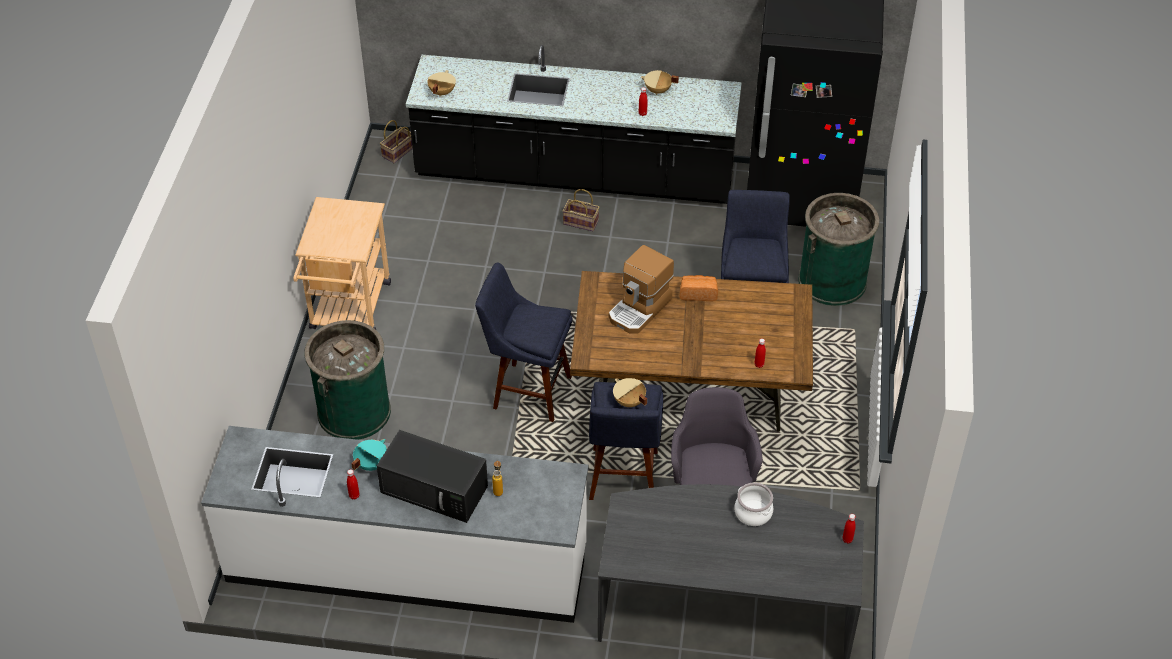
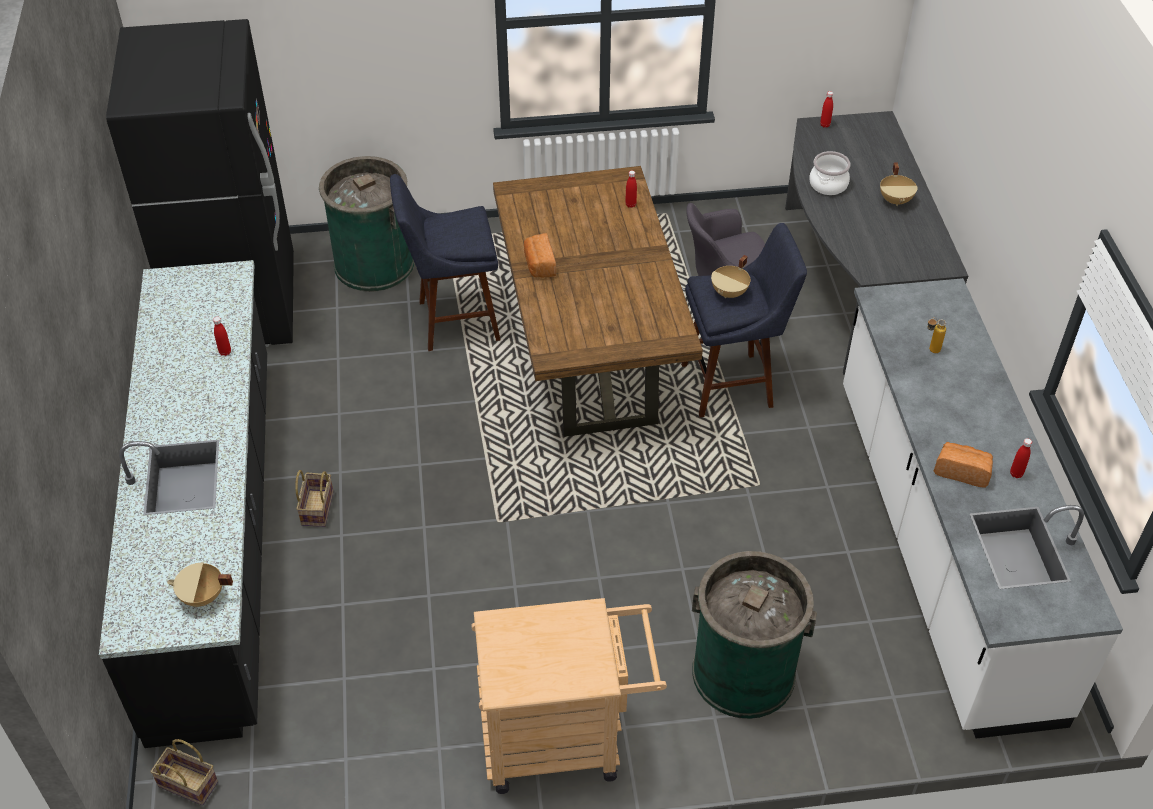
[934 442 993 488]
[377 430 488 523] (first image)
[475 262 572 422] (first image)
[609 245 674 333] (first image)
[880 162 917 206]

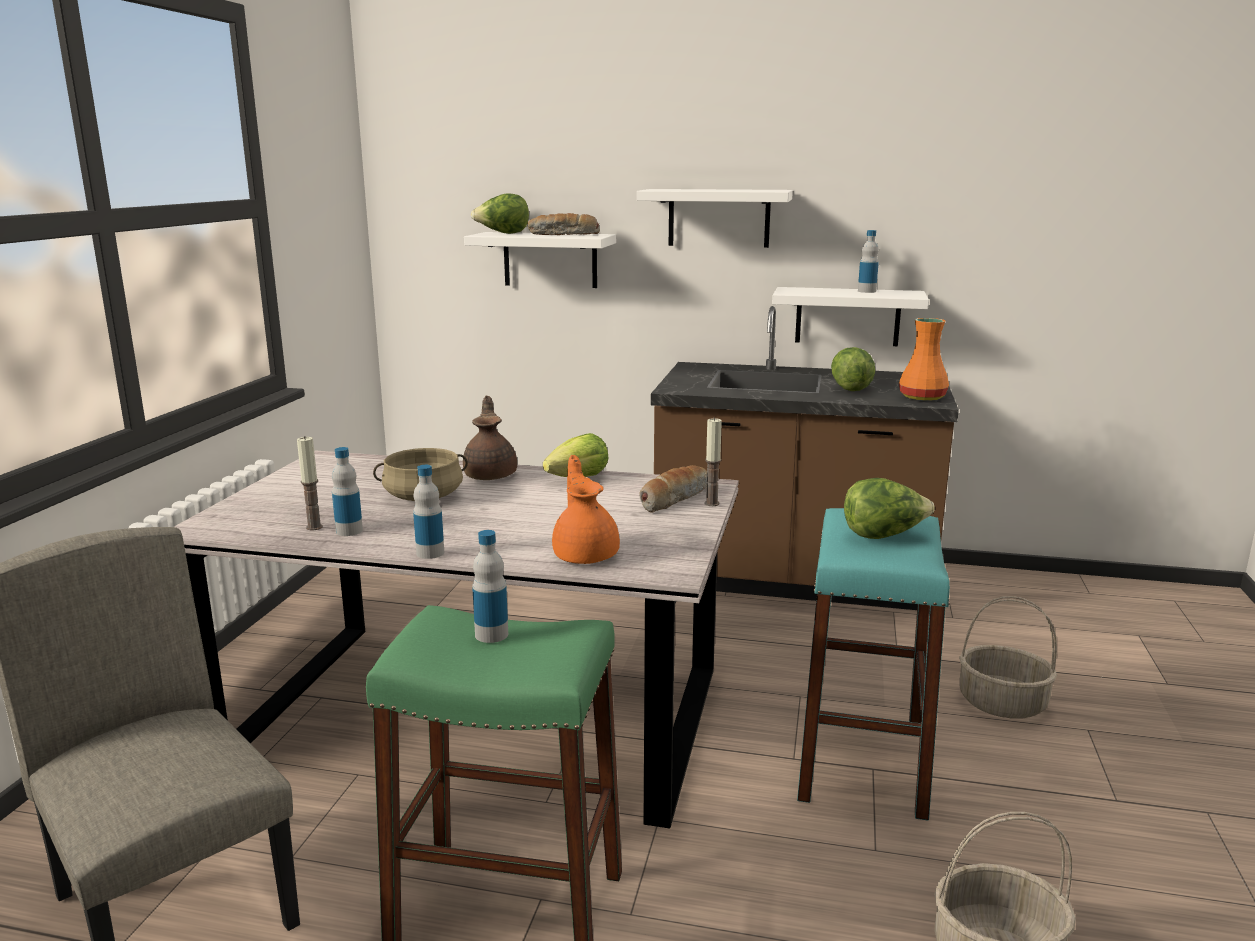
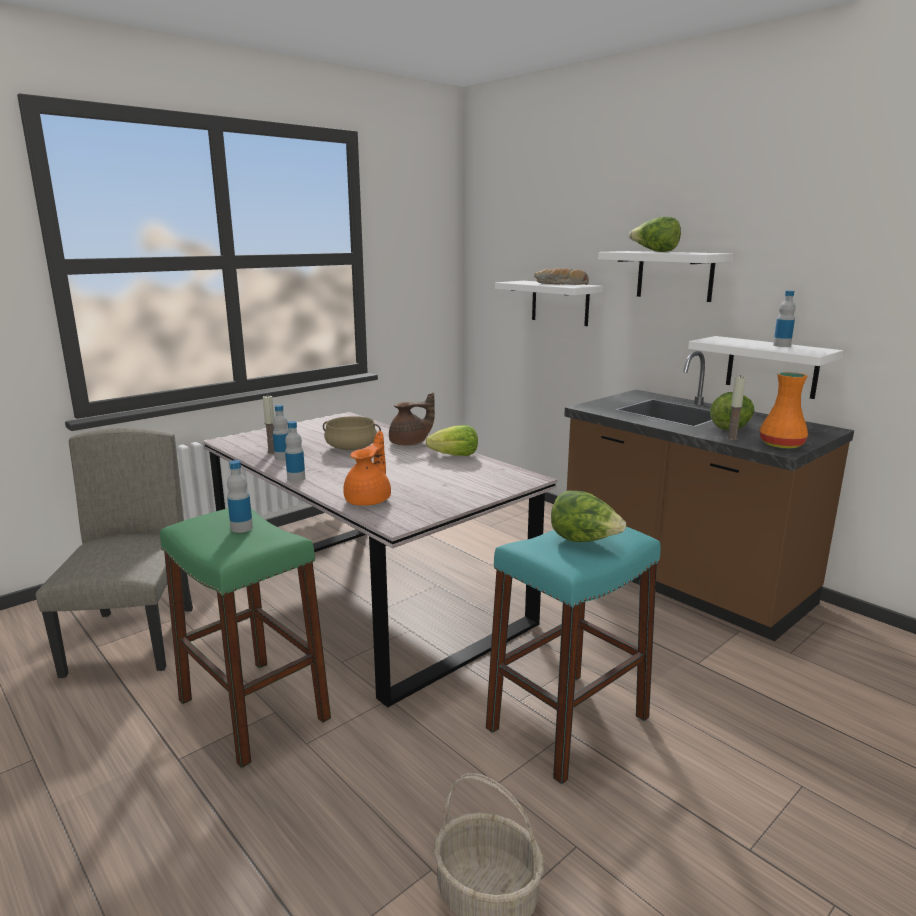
[389 393 435 446]
[629 216 681 252]
[639 465 707 513] (first image)
[727 375 746 440]
[959 596 1057 719] (first image)

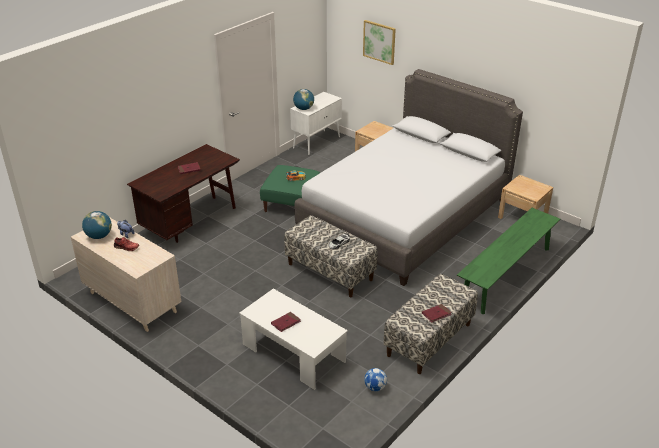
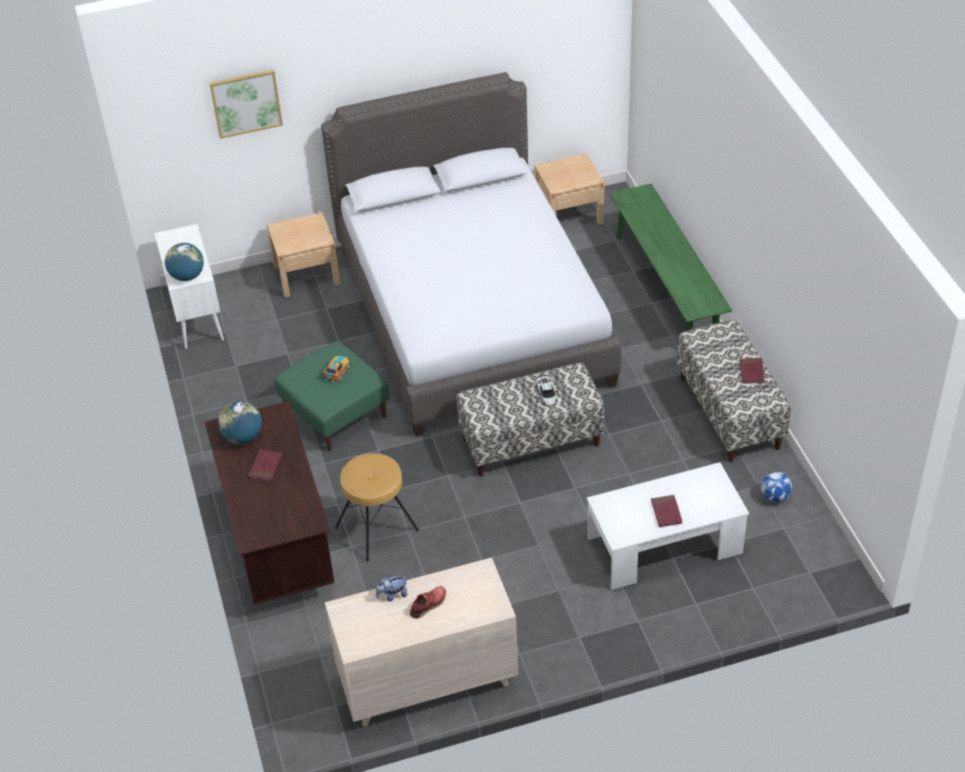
[218 401 262 444]
[335 453 419 561]

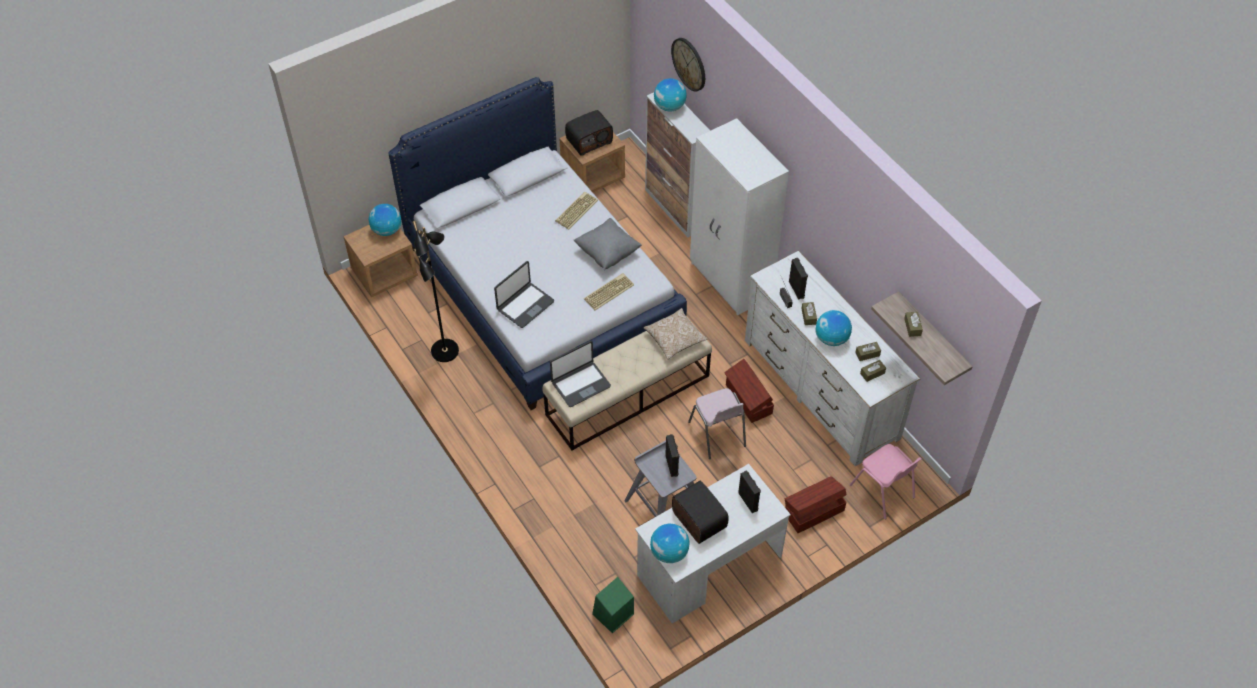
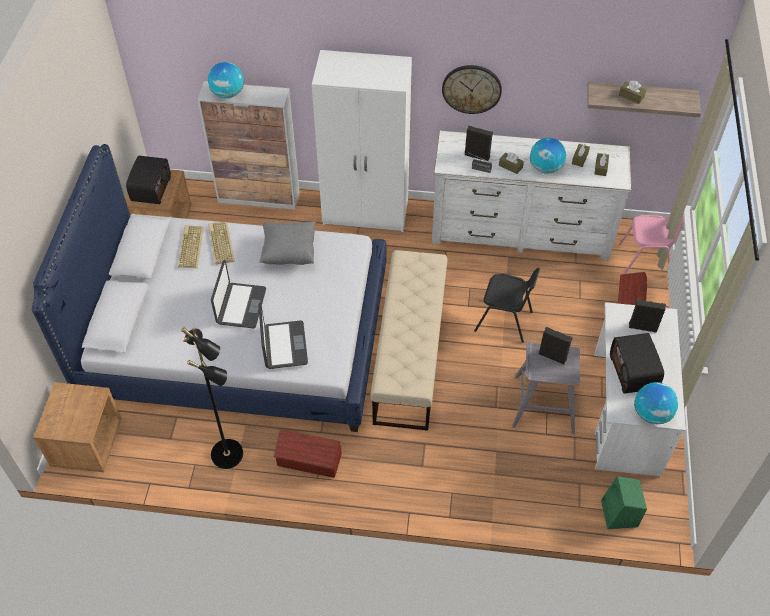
[368 204 402 236] (first image)
[211 260 266 328]
[178 225 204 268]
[644 308 708 359] (first image)
[442 65 502 114]
[610 333 664 394]
[474 268 540 343]
[274 429 342 478]

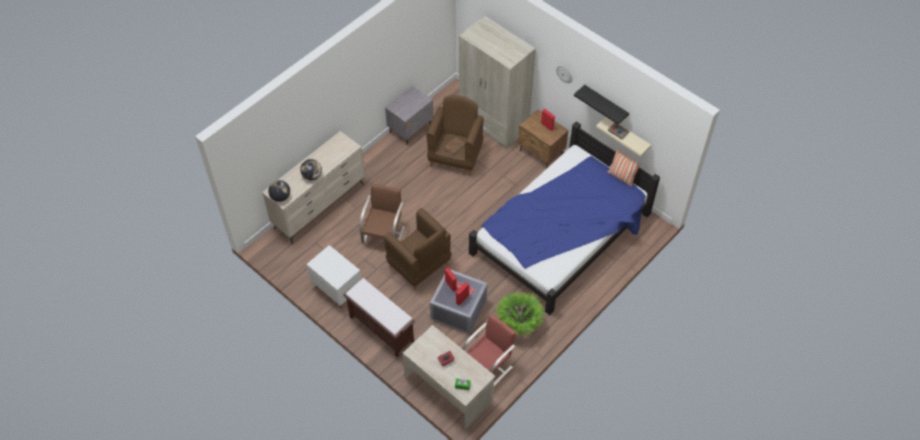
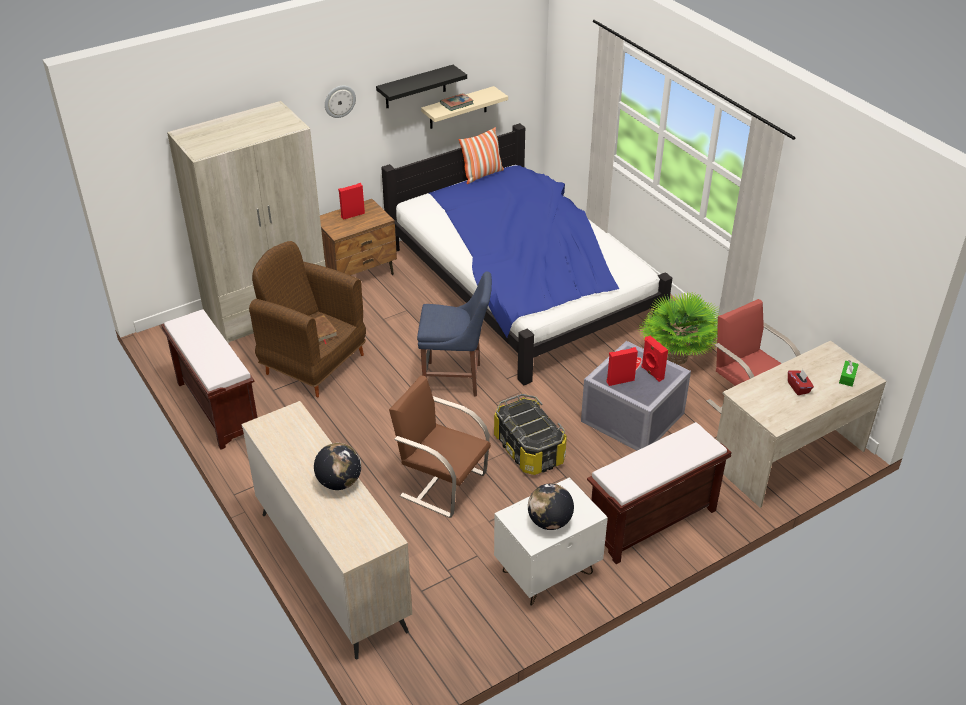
[528 484 574 530]
[494 394 567 475]
[161 309 258 450]
[417 272 492 396]

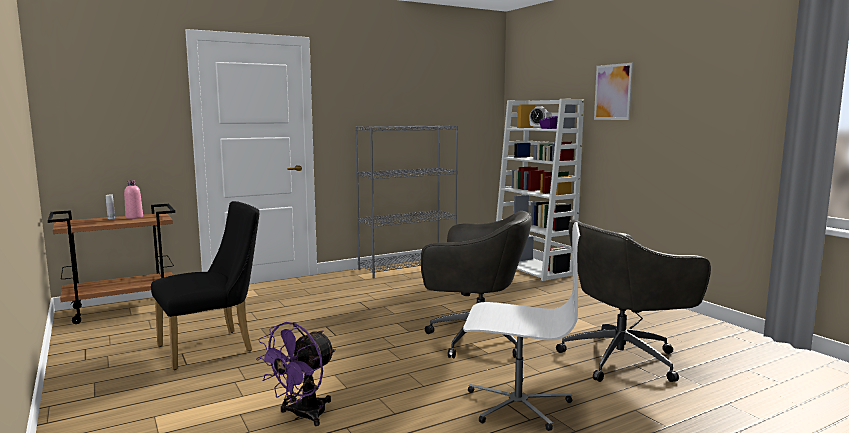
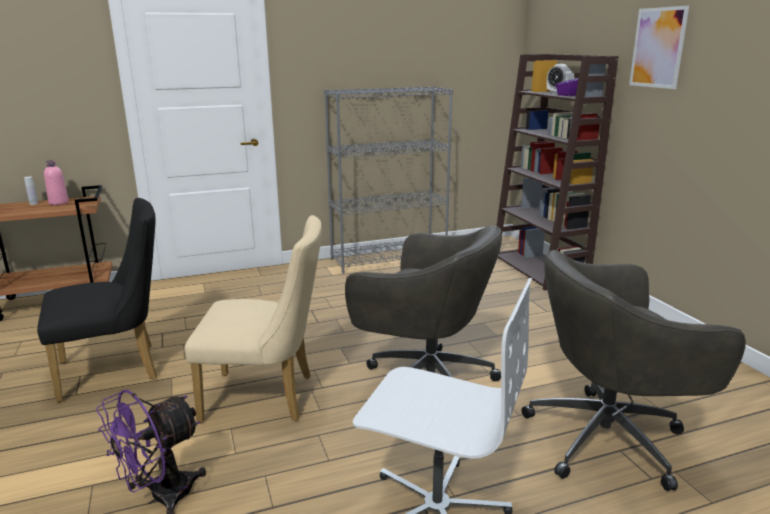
[496 54 618 291]
[185 215 322 423]

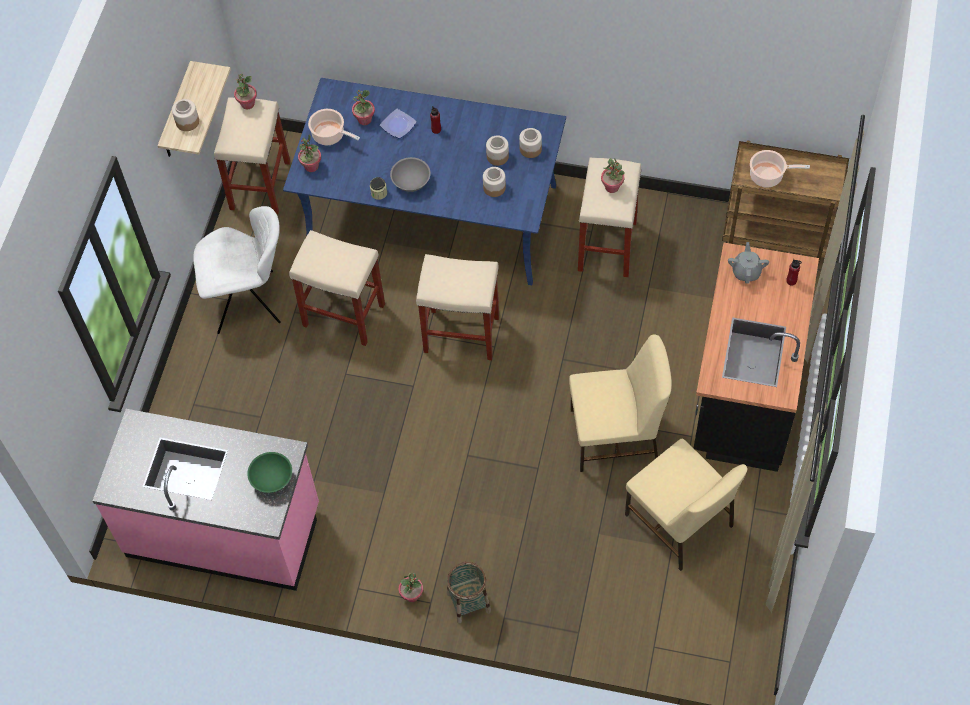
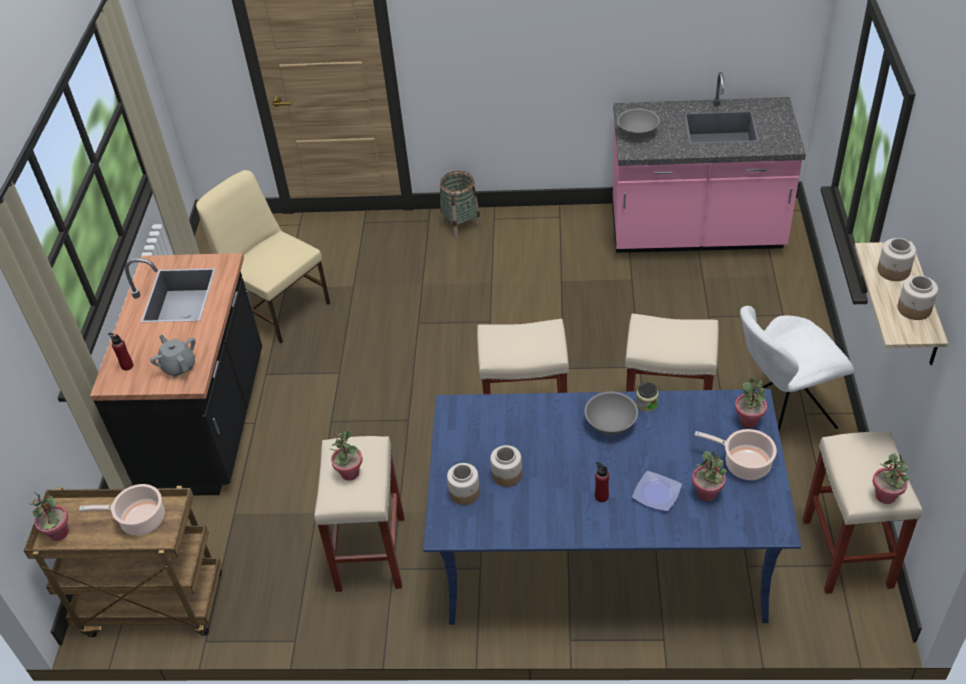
[617 108 660 139]
[28 491 69 541]
[898 275 938 320]
[569 334 672 472] (first image)
[150 335 196 378]

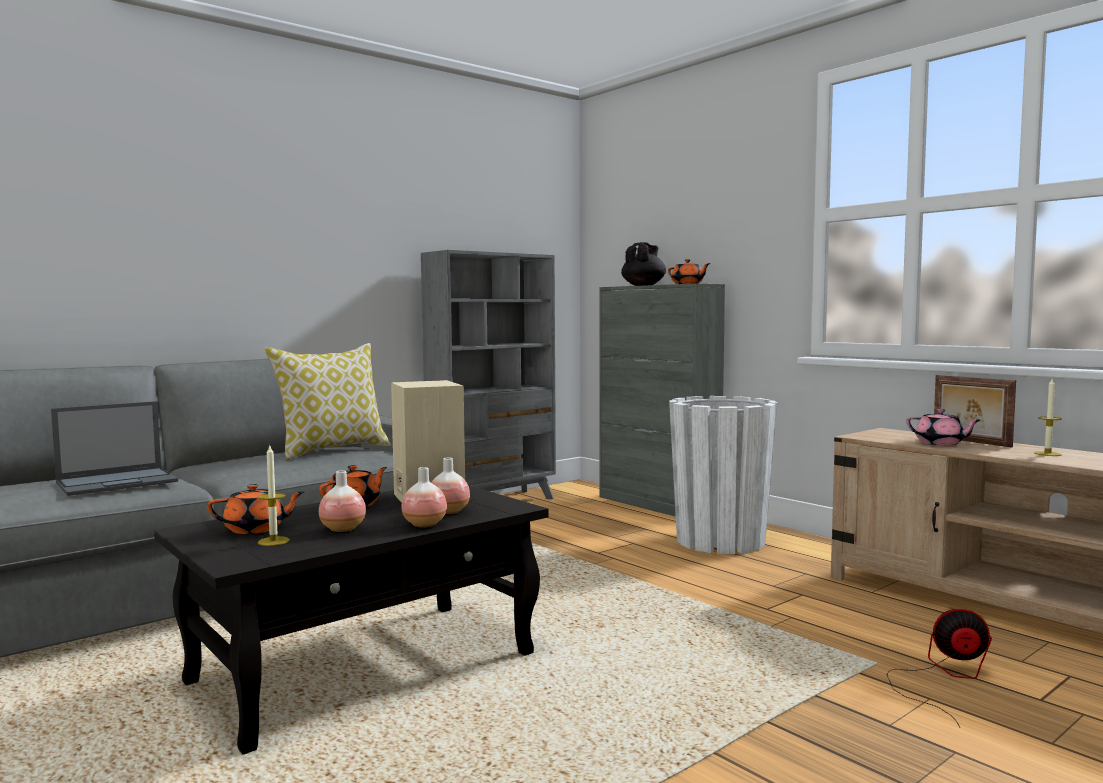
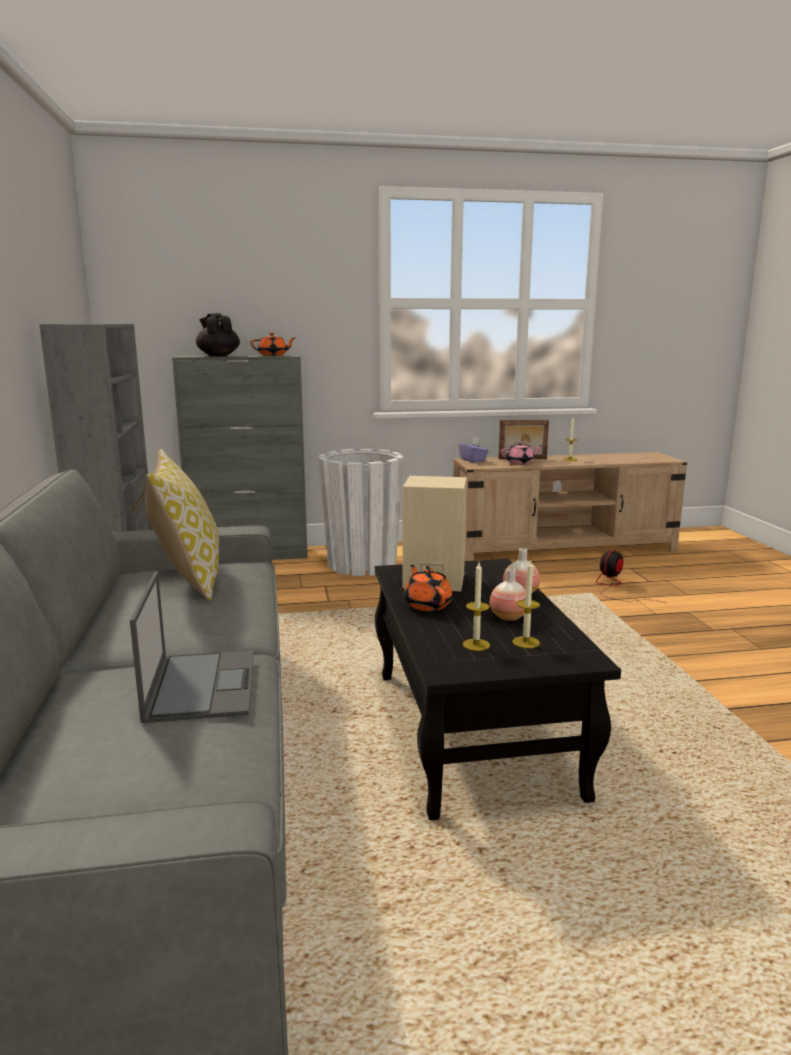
[463 562 490 651]
[431 458 470 514] (first image)
[459 437 488 463]

